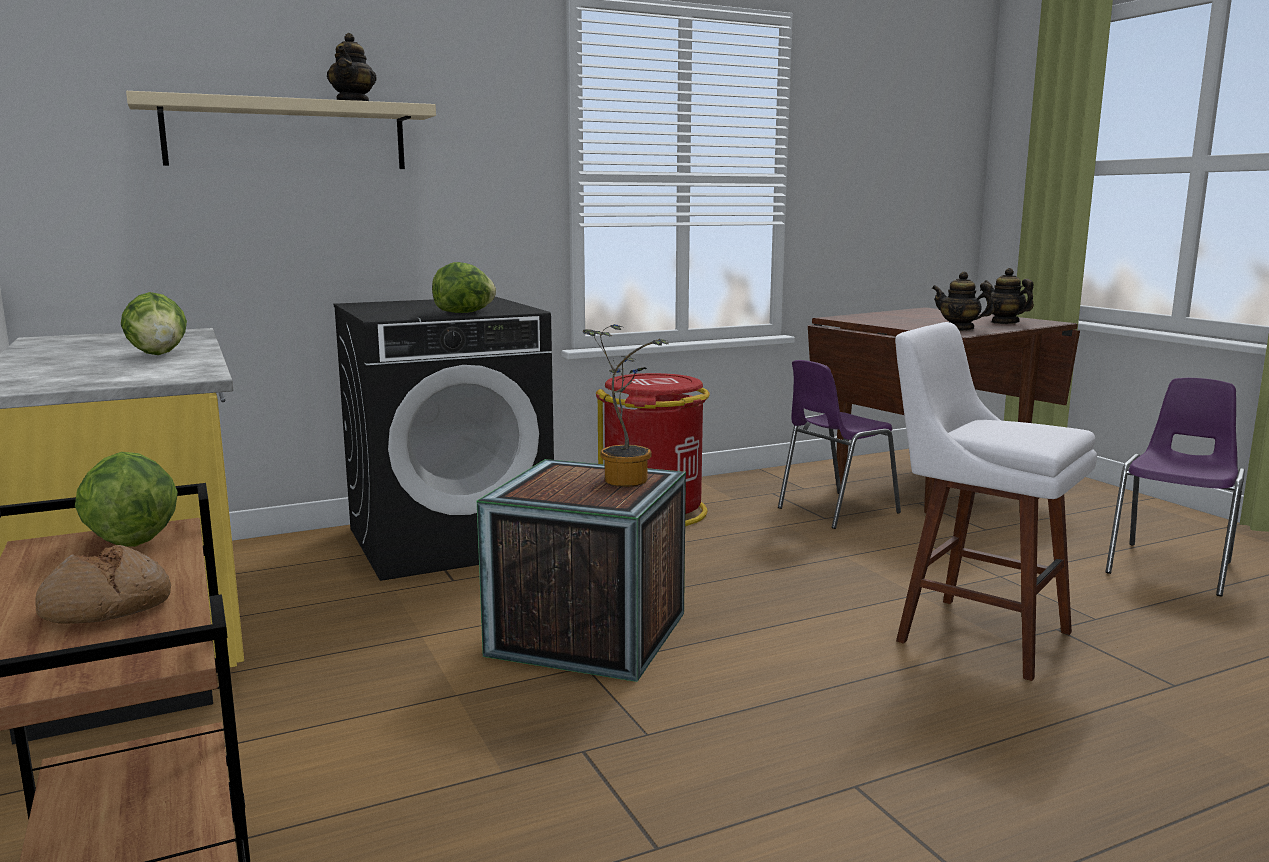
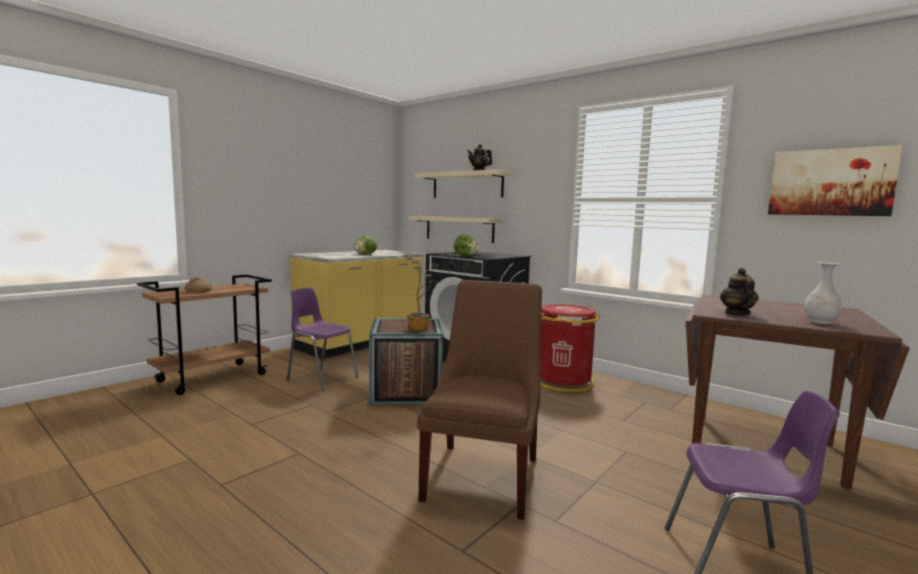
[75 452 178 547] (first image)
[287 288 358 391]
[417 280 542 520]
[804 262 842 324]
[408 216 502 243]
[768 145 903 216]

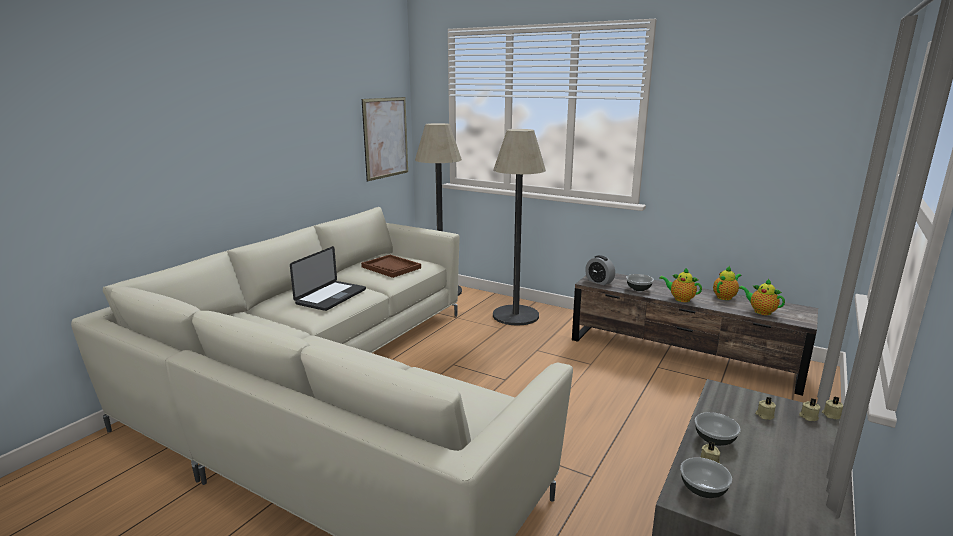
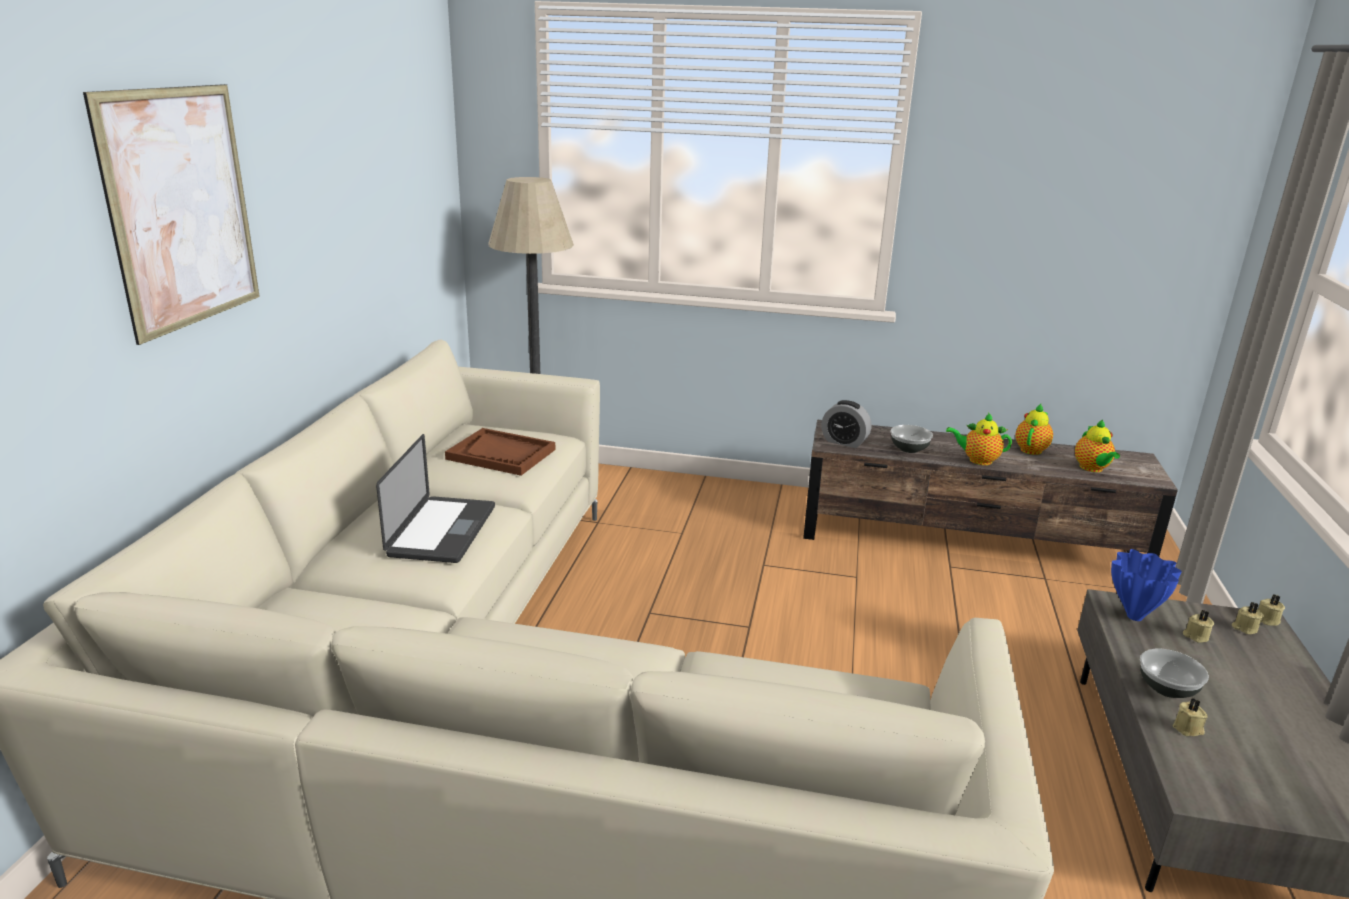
[83 84 260 345]
[493 129 546 326] (first image)
[680 457 732 498] (first image)
[1075 420 1120 472]
[1111 549 1182 621]

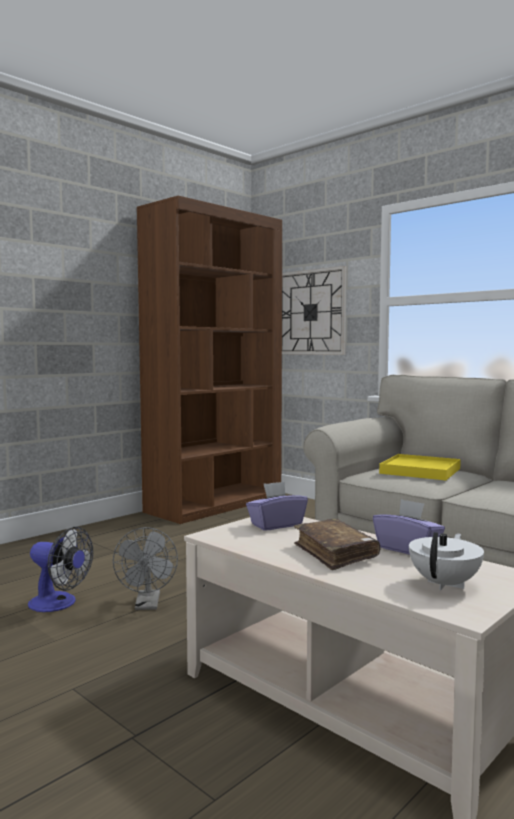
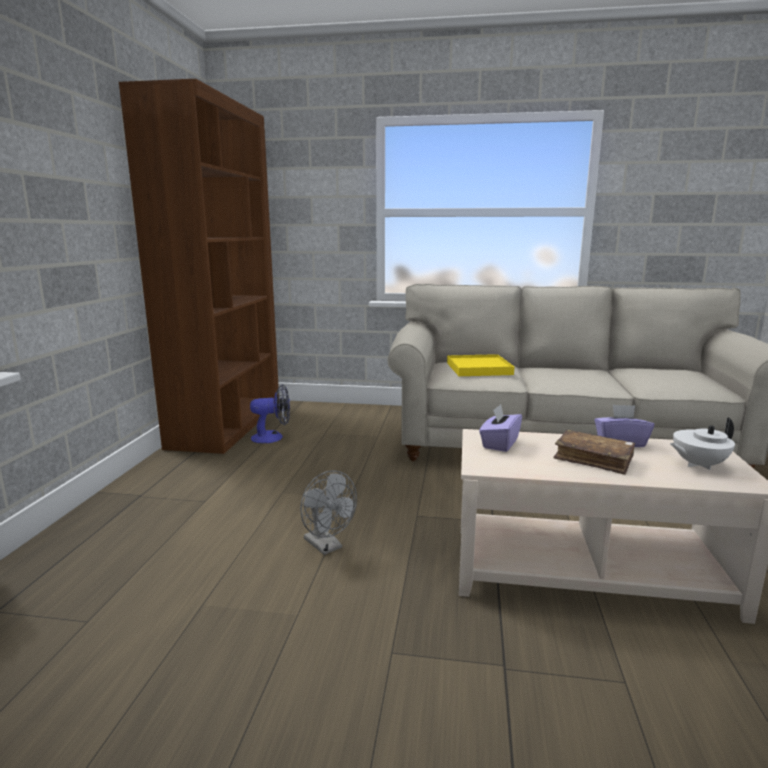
[250 384 290 443]
[282 266 347 355] (first image)
[670 417 735 470]

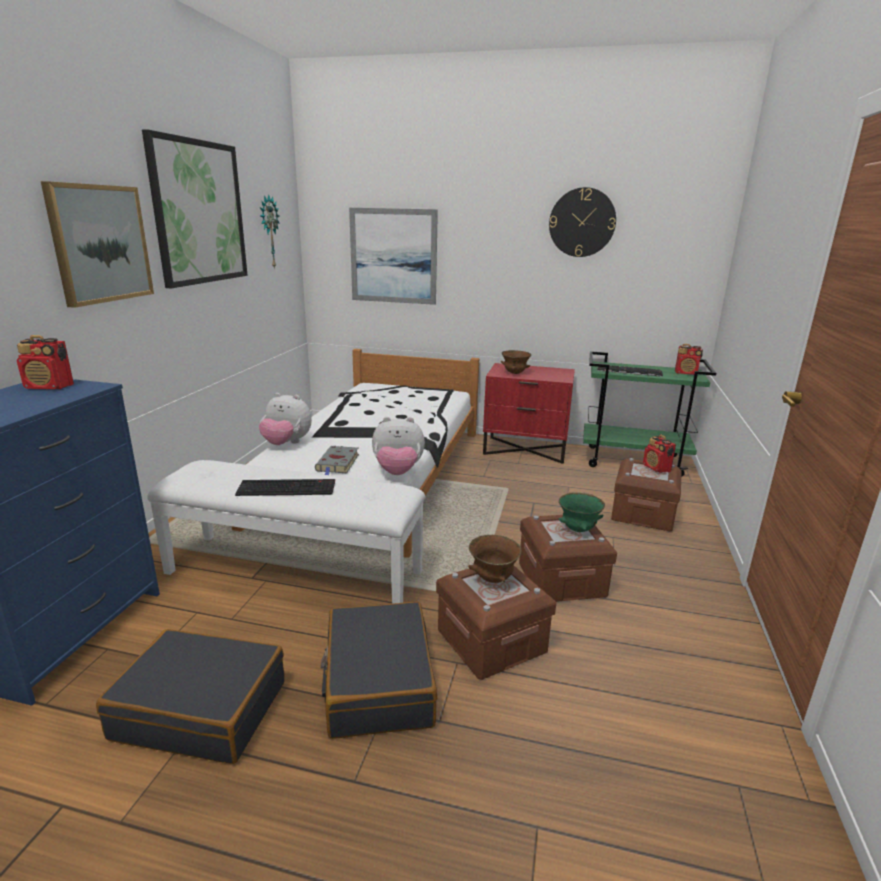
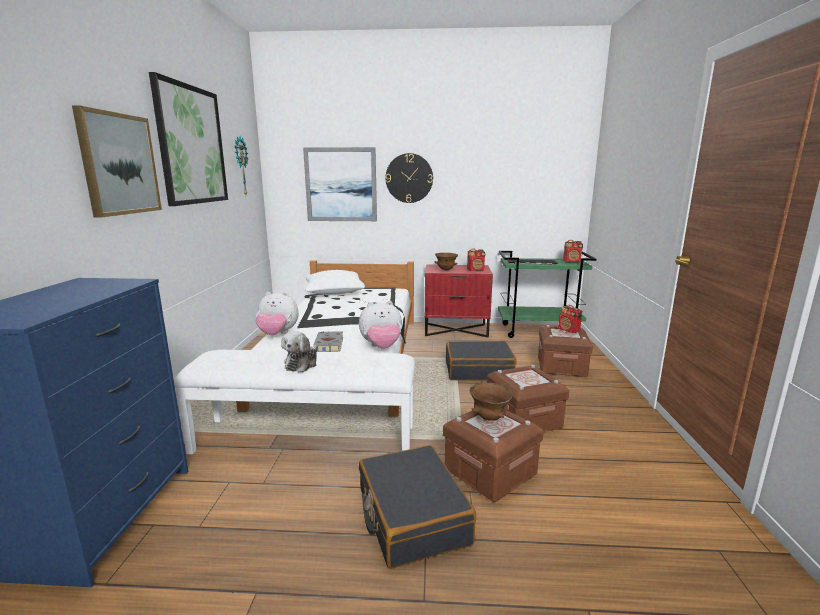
[467 249 485 271]
[446 341 516 381]
[281 331 318 372]
[385 153 433 203]
[559 492 605 532] (first image)
[305 270 365 295]

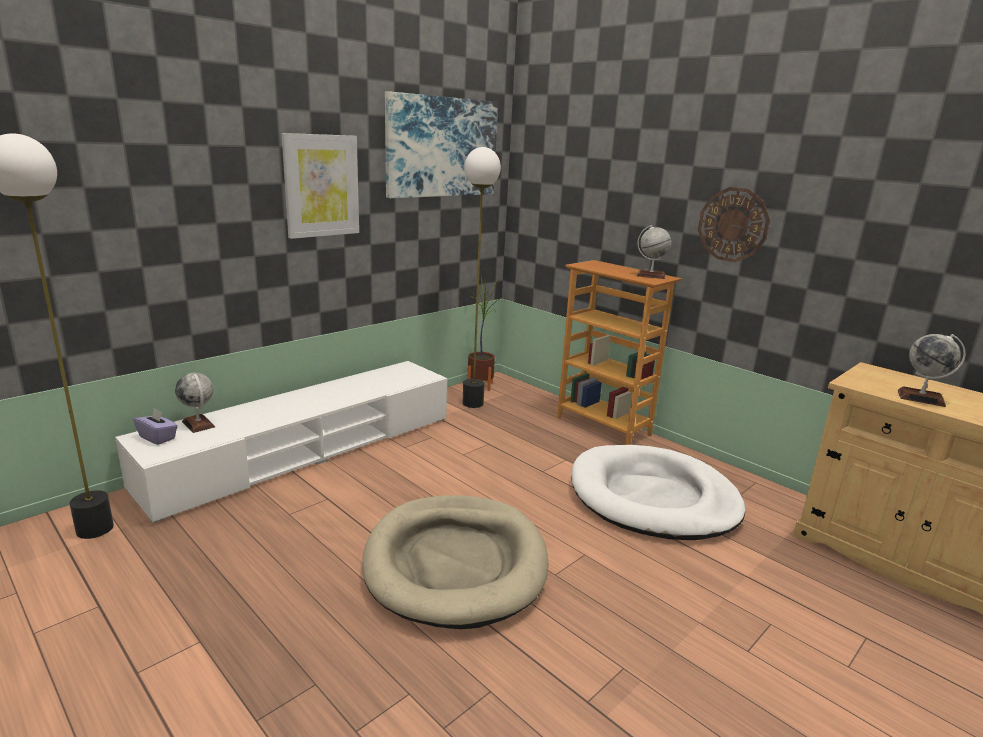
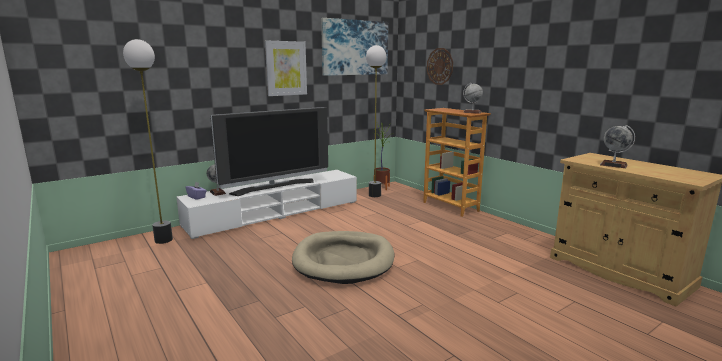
[572 445 745 540] (first image)
[427 48 453 85]
[210 107 328 196]

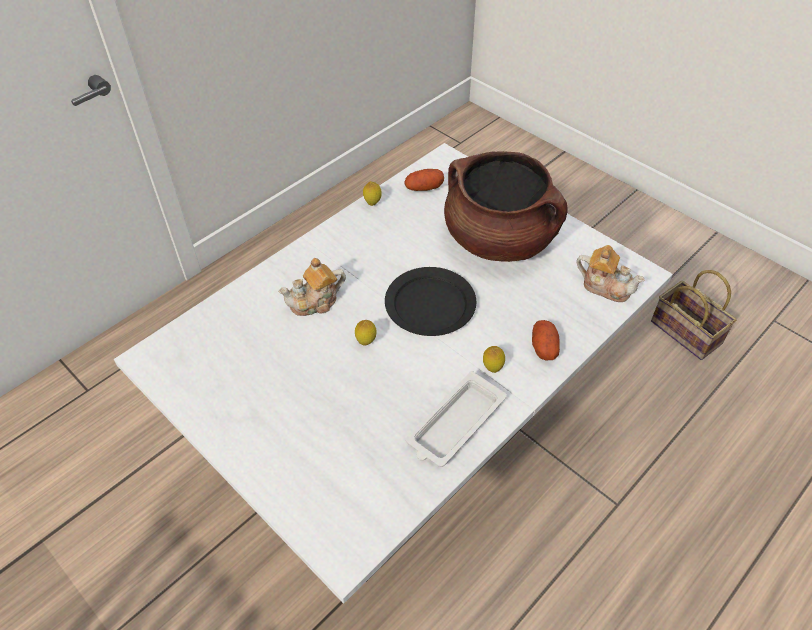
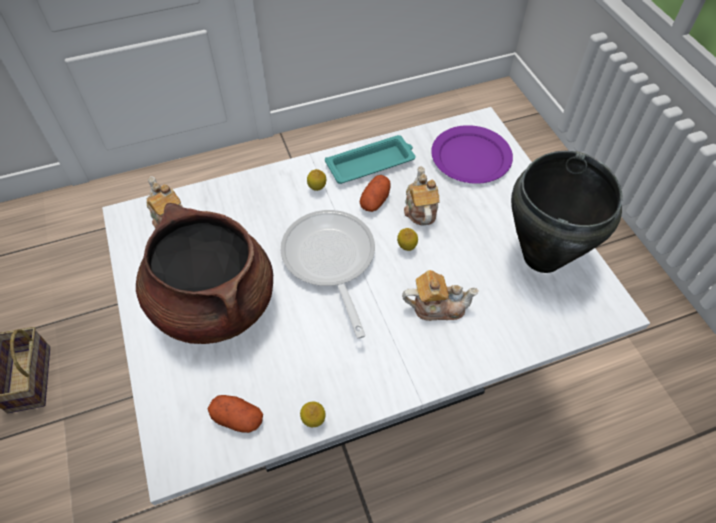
[280 210 375 339]
[325 135 415 184]
[359 175 391 212]
[404 166 440 226]
[431 125 513 184]
[511 151 622 273]

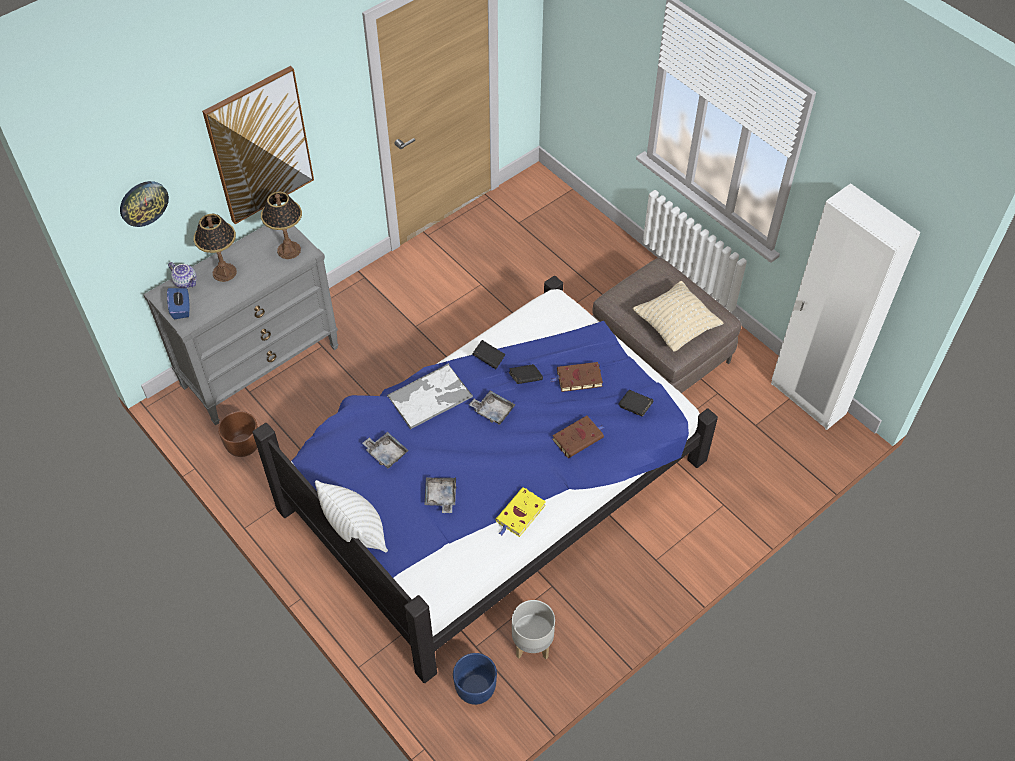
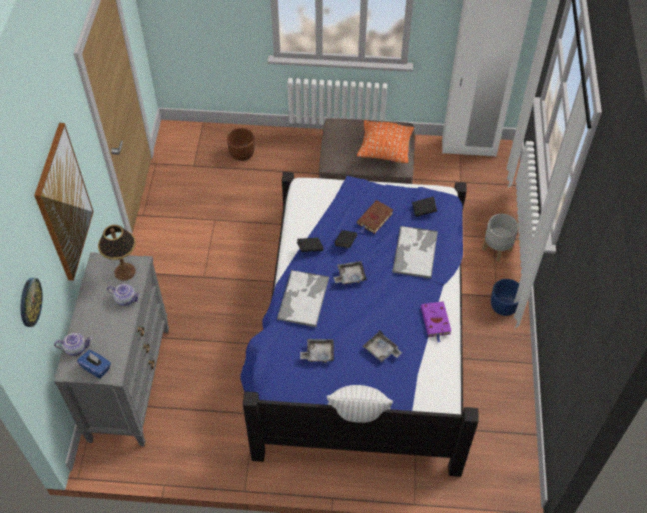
[194 214 237 282] (first image)
[227 128 254 161]
[491 279 519 316]
[421 301 451 342]
[482 214 518 262]
[392 226 438 279]
[357 120 414 163]
[107 284 140 306]

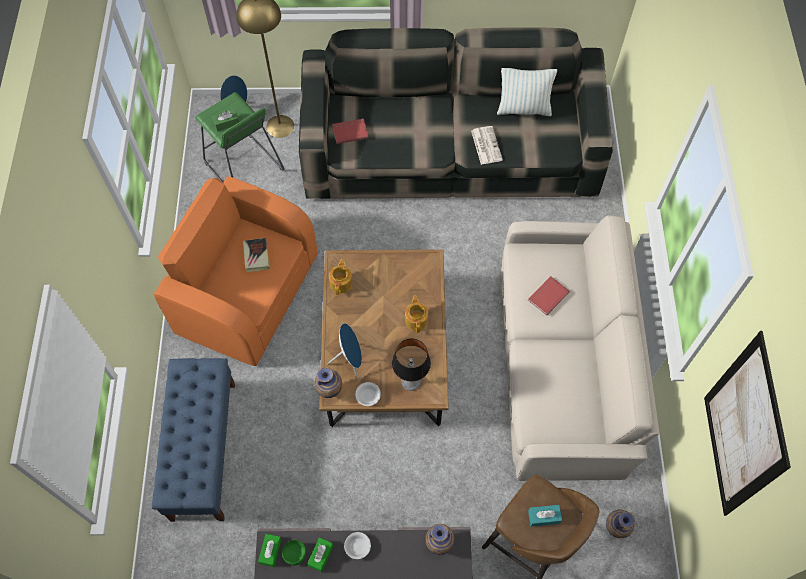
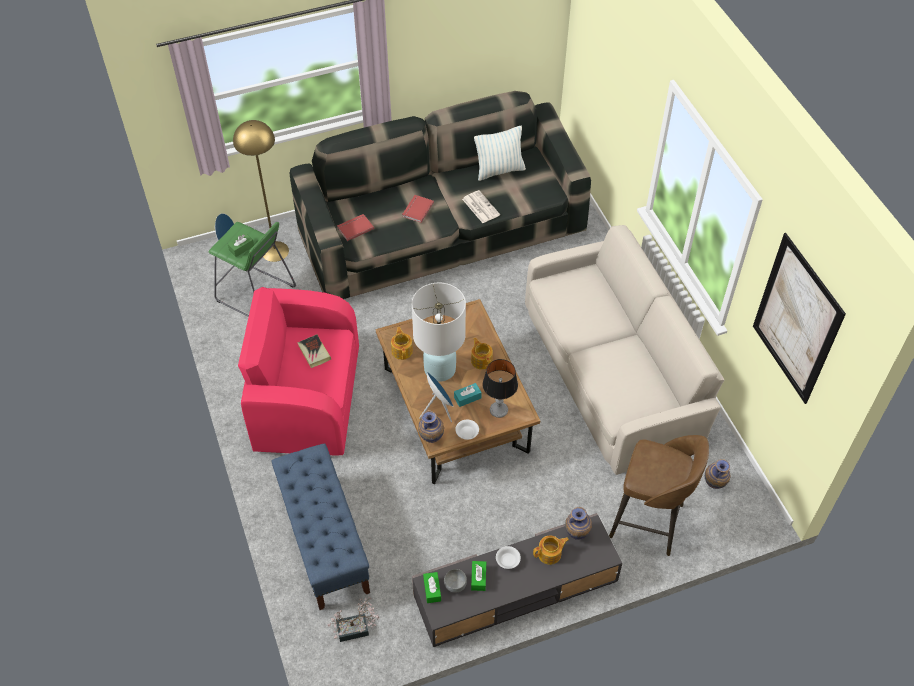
[238 287 359 456]
[444 569 467 593]
[402 195 434 223]
[454 383 482 407]
[328 597 380 642]
[412 282 466 382]
[533 536 569 565]

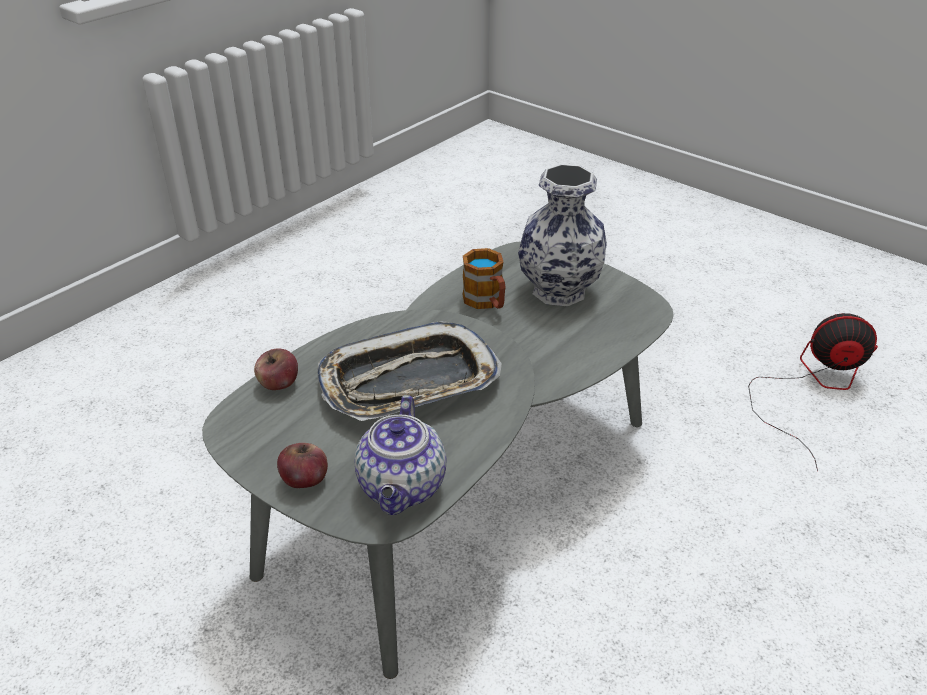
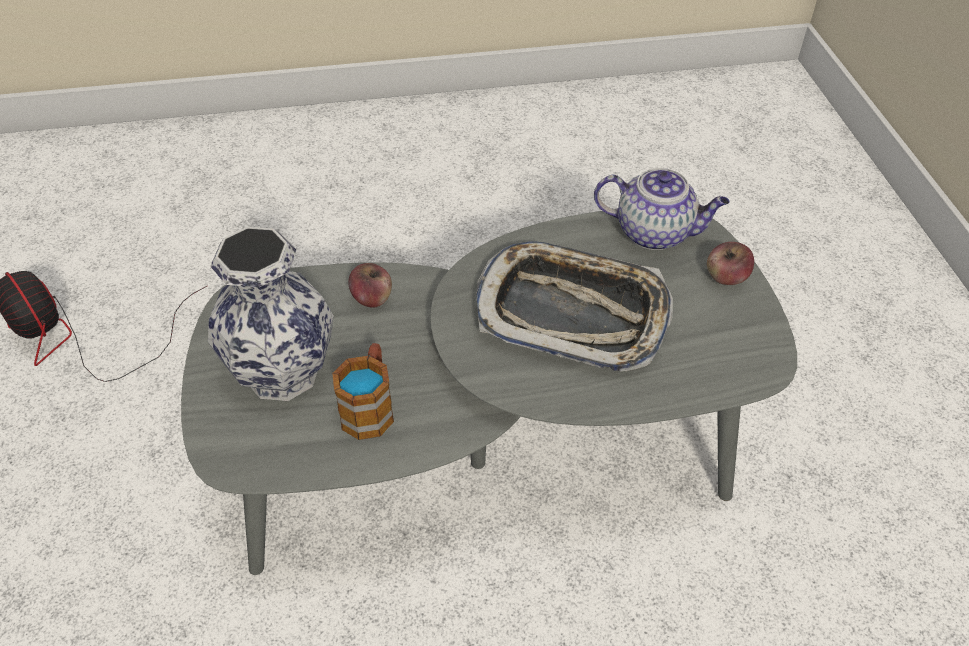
[348 263 392 308]
[594 168 730 250]

